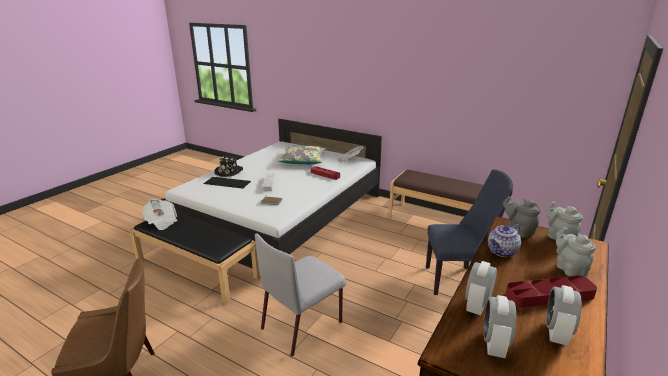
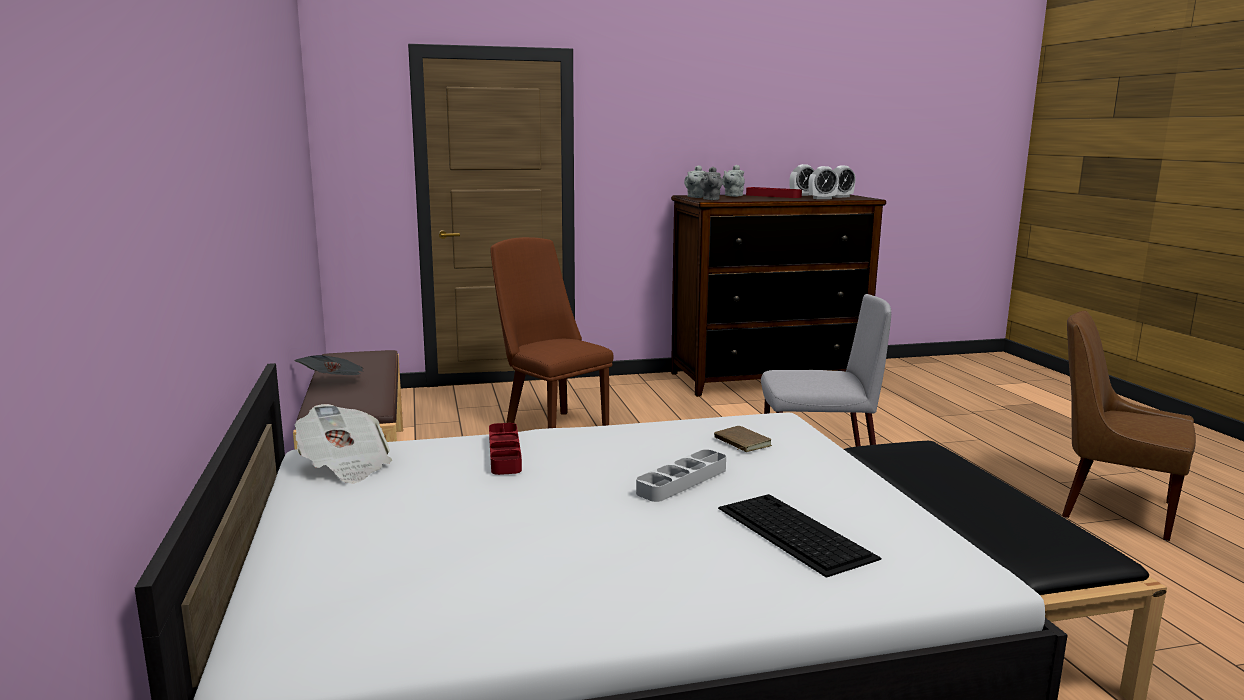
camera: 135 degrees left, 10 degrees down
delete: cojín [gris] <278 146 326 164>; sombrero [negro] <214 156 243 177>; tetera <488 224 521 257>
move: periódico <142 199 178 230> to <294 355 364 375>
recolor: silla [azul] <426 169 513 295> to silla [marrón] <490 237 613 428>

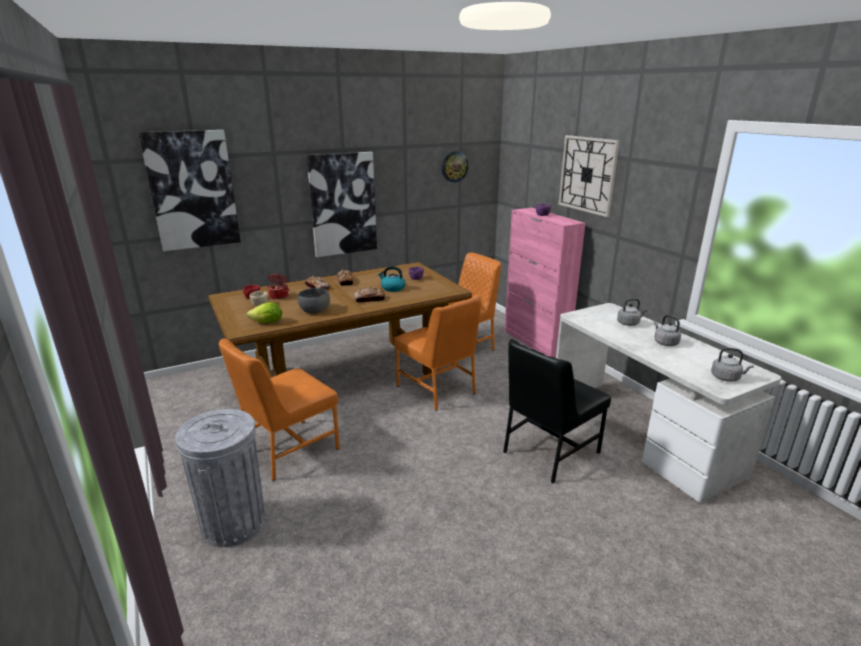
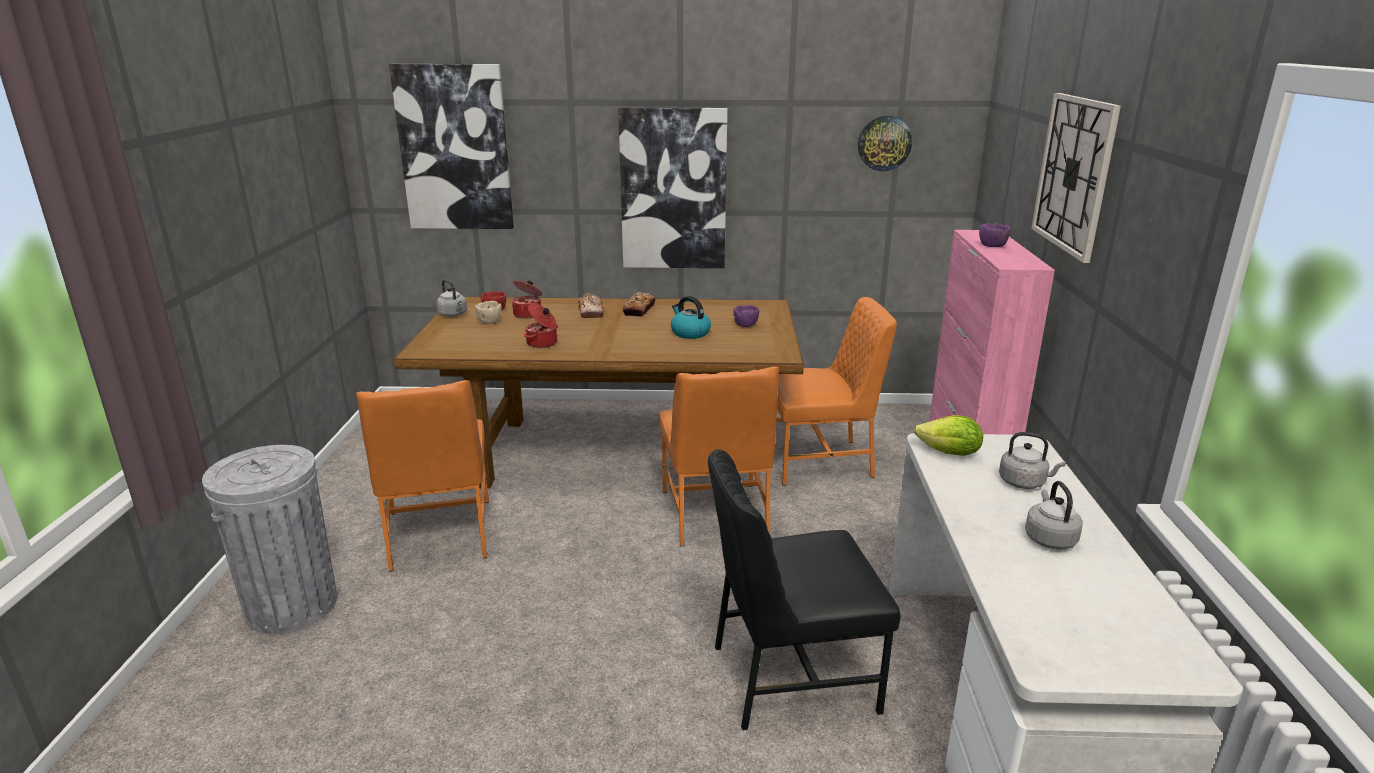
camera: 30 degrees right, 0 degrees up
delete: pan <354 287 385 302>
move: lechuga <247 302 282 323> to <914 415 983 456>; hervidor [gris] <711 348 754 382> to <436 279 467 317>
replace: cuenco [gris] <297 288 330 314> to olla <524 303 558 348>
rotate: silla [naranja] <219 339 340 481> = <356 380 489 572> 90 degrees counterclockwise

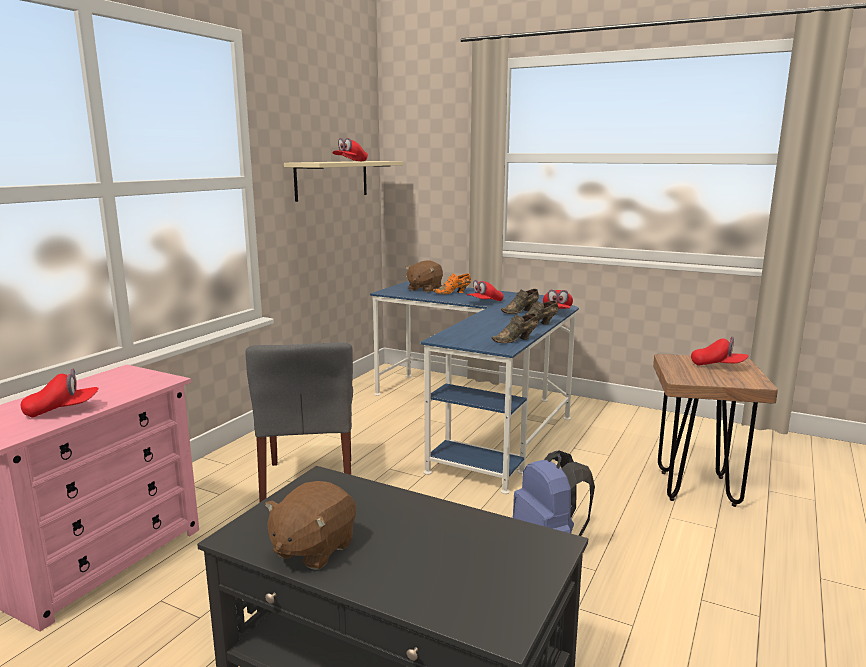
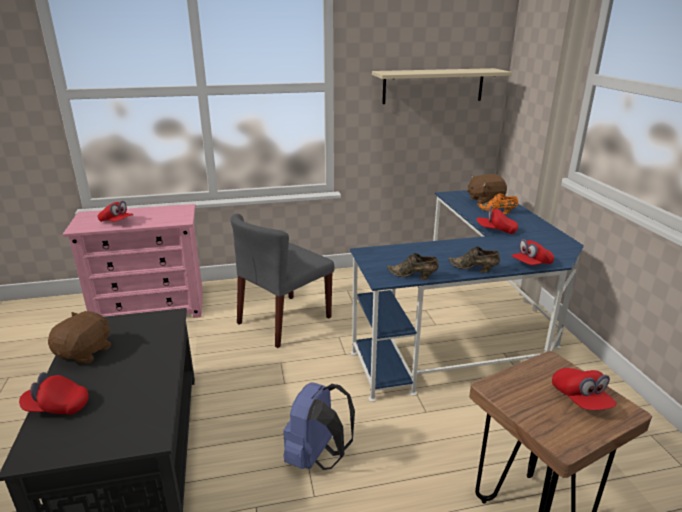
camera: 50 degrees right, 10 degrees up
delete: zapato [marrón] <501 289 539 314>
move: gorra [rojo] <332 138 368 161> to <19 372 89 415>
rotate: peluche [marrón] <265 481 356 570> = <48 311 111 364> 120 degrees clockwise

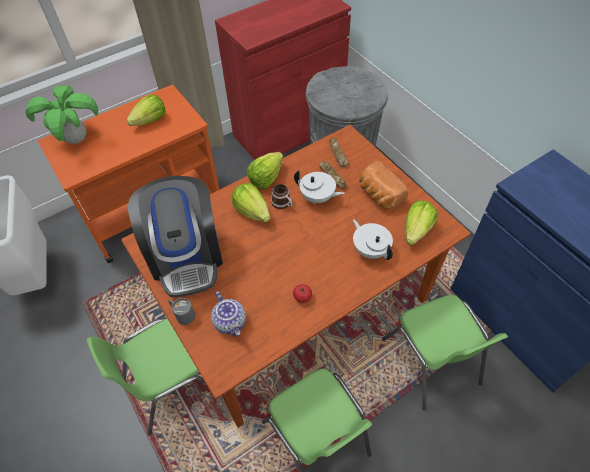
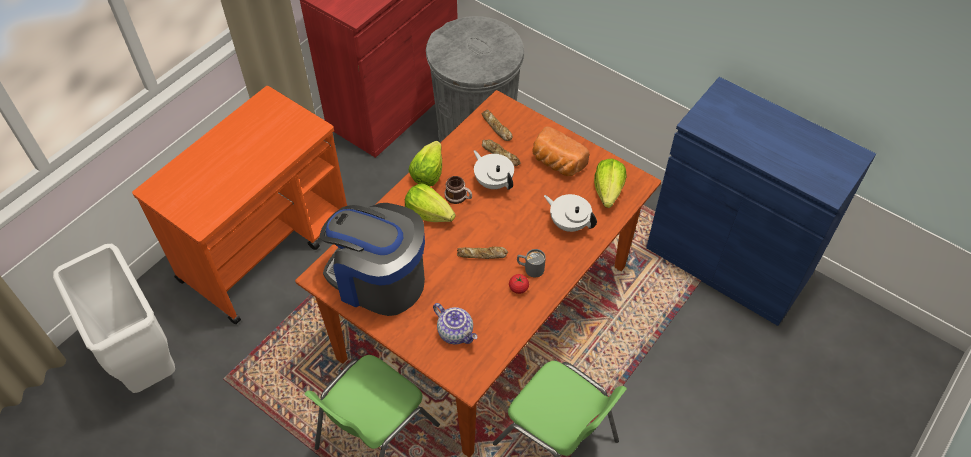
camera: 20 degrees left, 0 degrees up
delete: planta en maceta <25 85 98 144>; lechuga <126 94 165 126>; silla [verde] <382 295 508 410>
insert: pan <457 246 508 259>
move: taza grande [gris] <168 298 195 325> to <517 249 546 277>
rotate: tetera [blanco] <294 170 345 204> = <474 150 514 190> 135 degrees counterclockwise; cafetera <128 176 223 297> = <320 203 425 316> 150 degrees clockwise

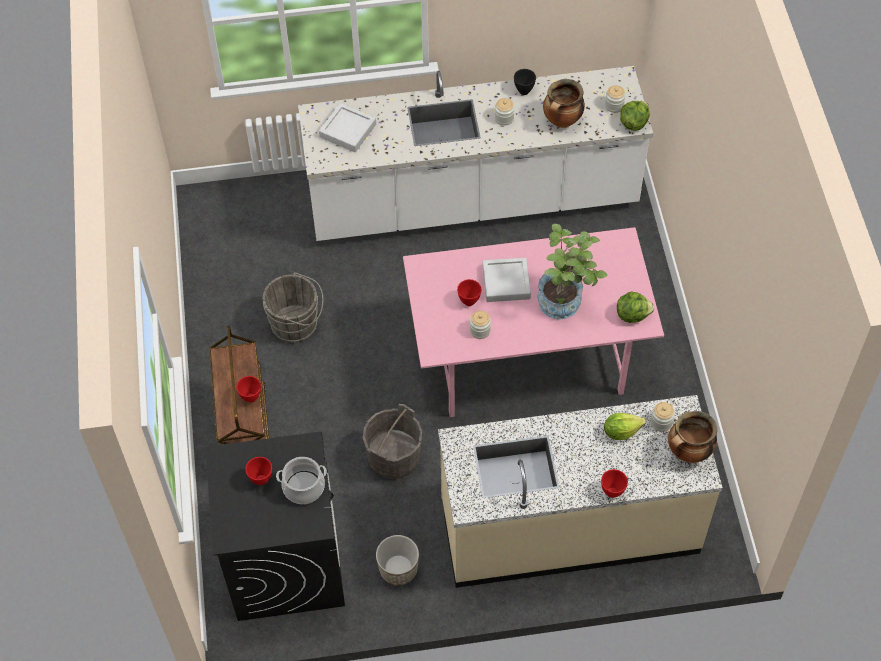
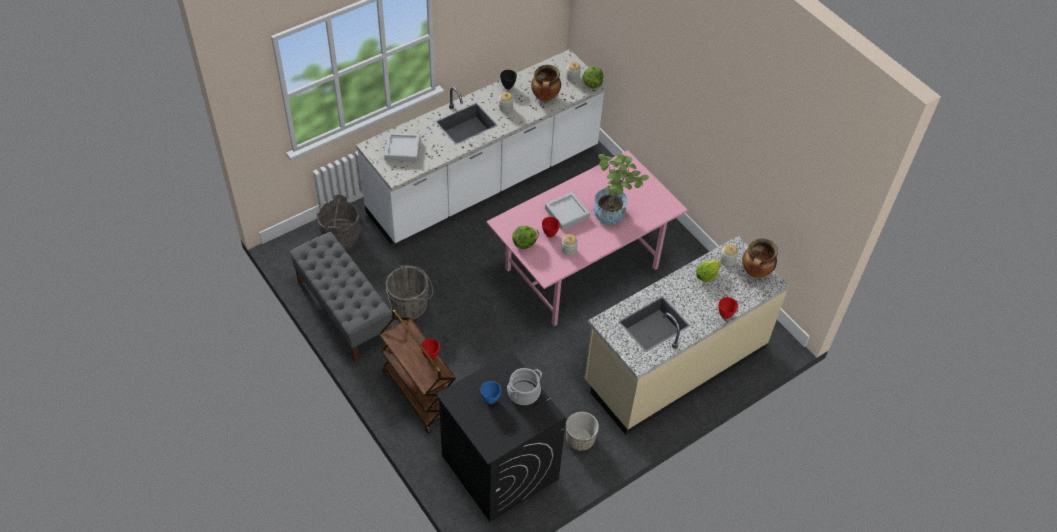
camera: 30 degrees left, 5 degrees down
insert: banco [gris] <289 232 392 362>
move: lechuga <617 291 654 323> to <512 226 539 249>; cubo [gris] <363 404 422 479> to <317 195 360 249>
recolor: cuenco [rojo] <245 457 272 485> to cuenco [azul] <481 381 501 404>

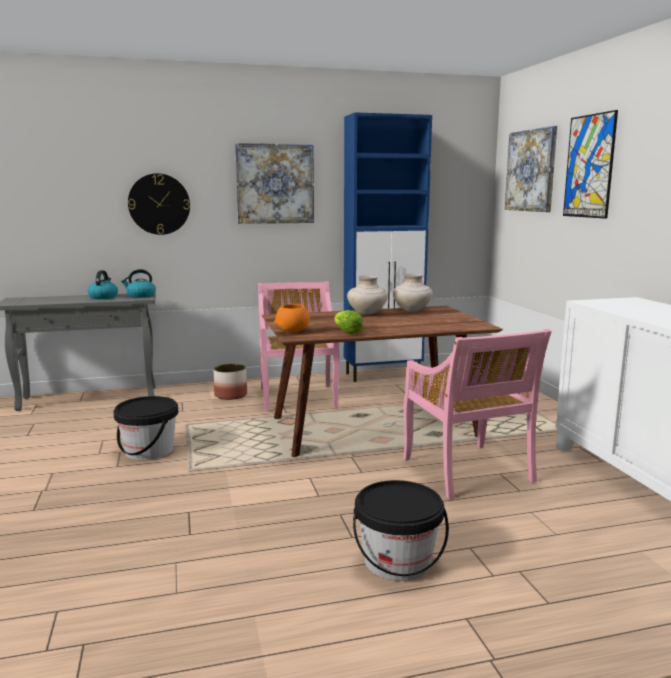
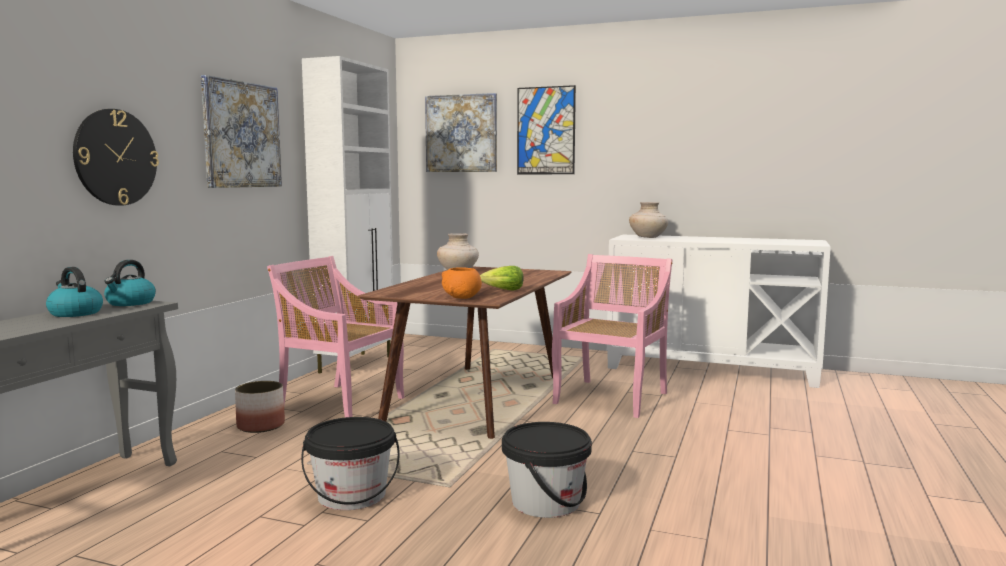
camera: 55 degrees left, 5 degrees down
move: florero [beis] <347 275 388 315> to <629 202 669 238>; cubo [negro] <353 480 449 581> to <502 422 592 518>
recolor: armario [azul] <344 112 432 382> to armario [blanco] <302 56 393 373>
rotate: silla [rosa] <403 329 552 499> = <552 254 673 418> 75 degrees counterclockwise

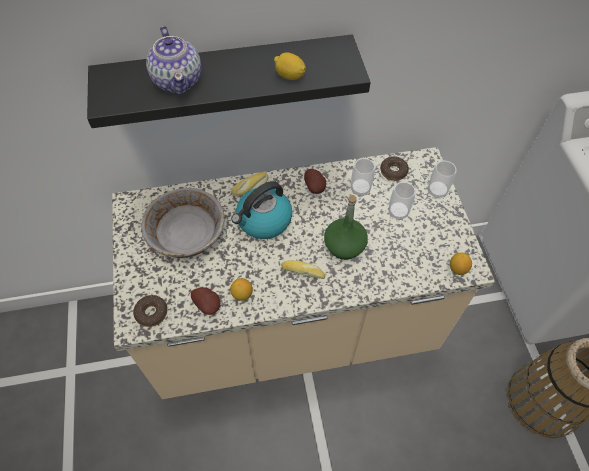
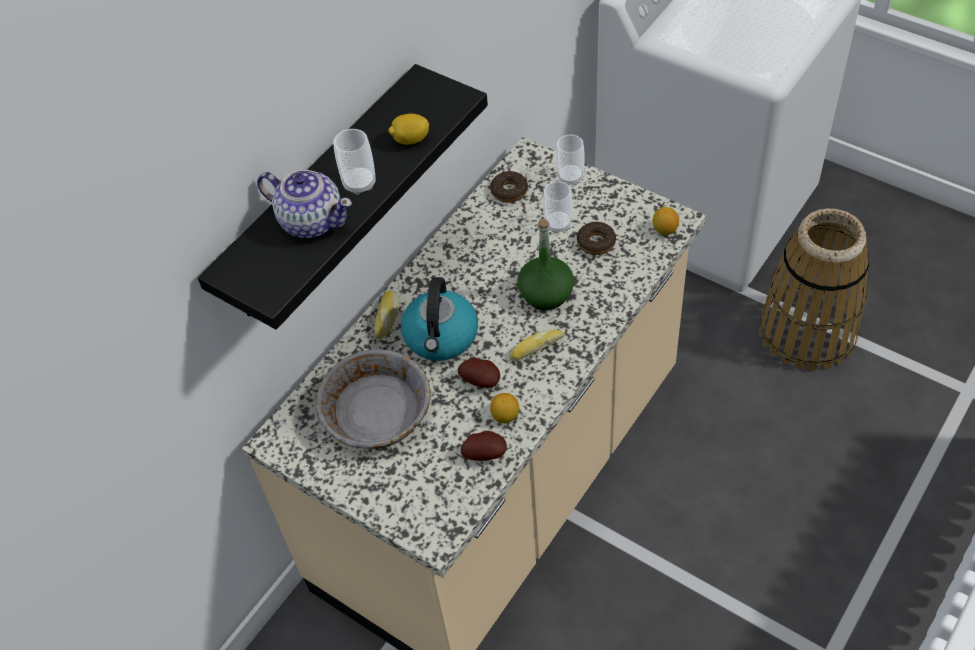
camera: 40 degrees left, 5 degrees down
move: taza <351 158 375 196> to <333 129 376 195>; patata <304 169 326 194> to <458 358 500 388>; rosquilla <133 295 167 327> to <577 222 616 255>

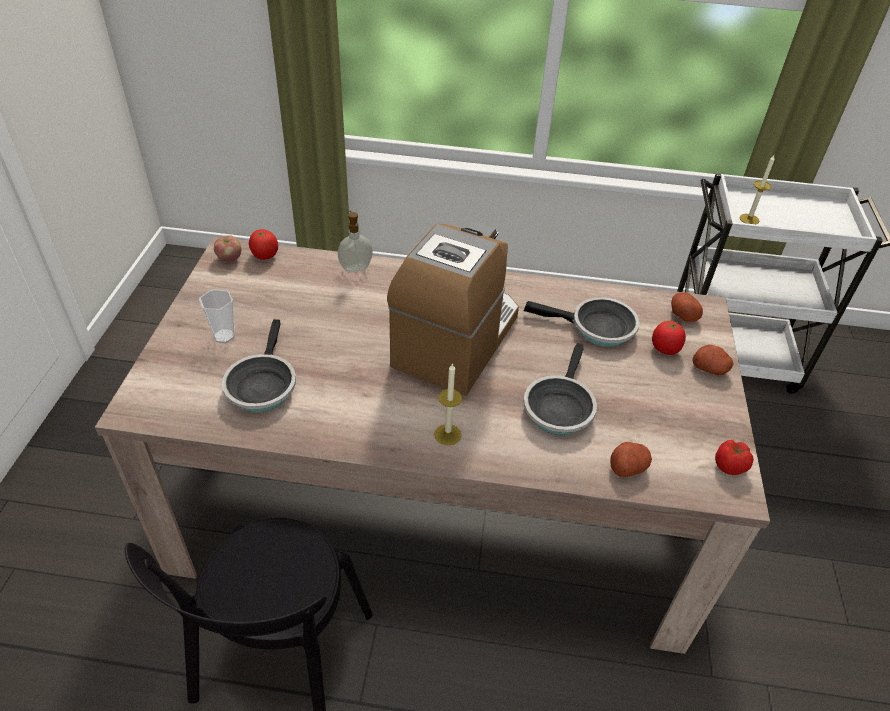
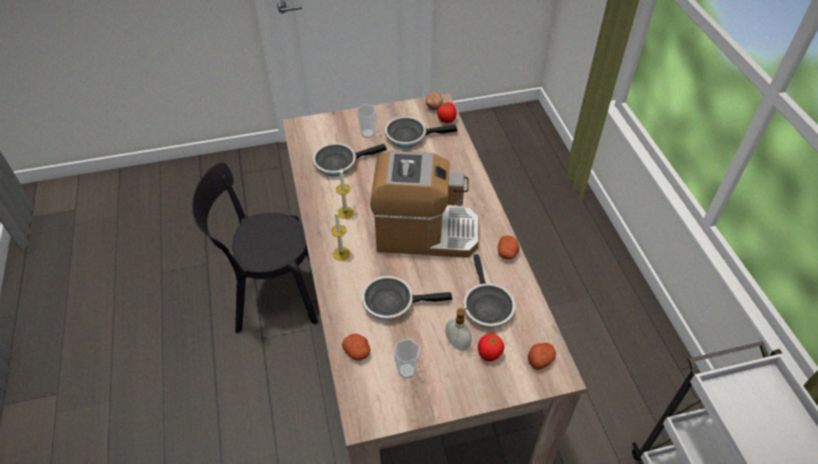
camera: 70 degrees right, 5 degrees up
delete: tomate <715 440 754 475>
insert: sartén <385 116 457 148>; taza <393 339 420 379>
move: vela <739 155 775 224> to <336 169 354 219>; dispensador de jabón <338 210 373 272> to <445 307 472 351>; patata <693 345 733 375> to <498 235 519 259>

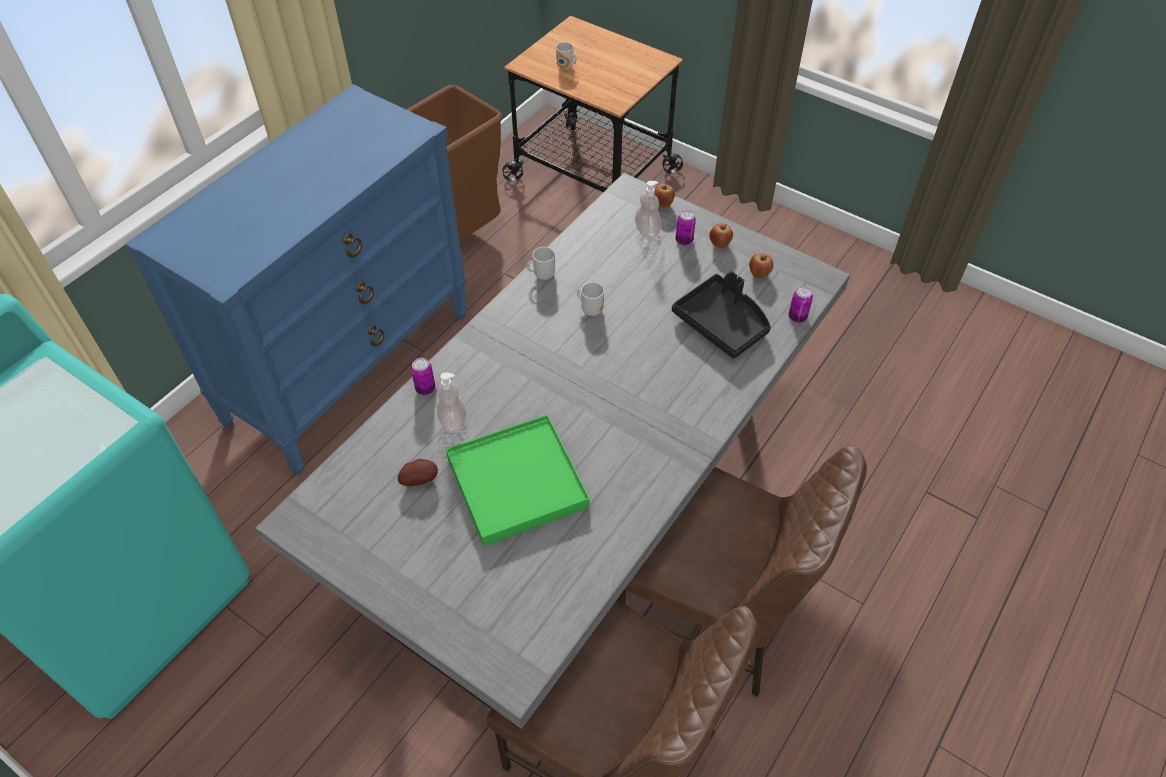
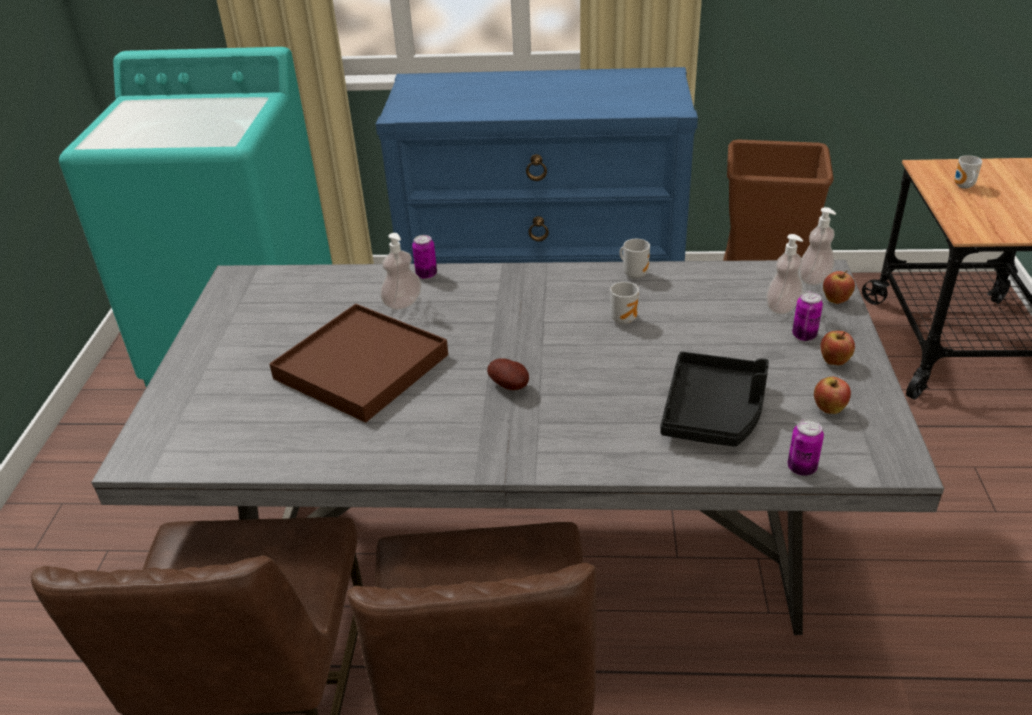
camera: 60 degrees right, 15 degrees down
insert: dispensador de jabón <799 207 836 285>
move: patata <398 459 438 486> to <487 358 529 390>
recolor: bandeja [verde] <446 414 590 546> to bandeja [marrón] <269 304 448 423>

